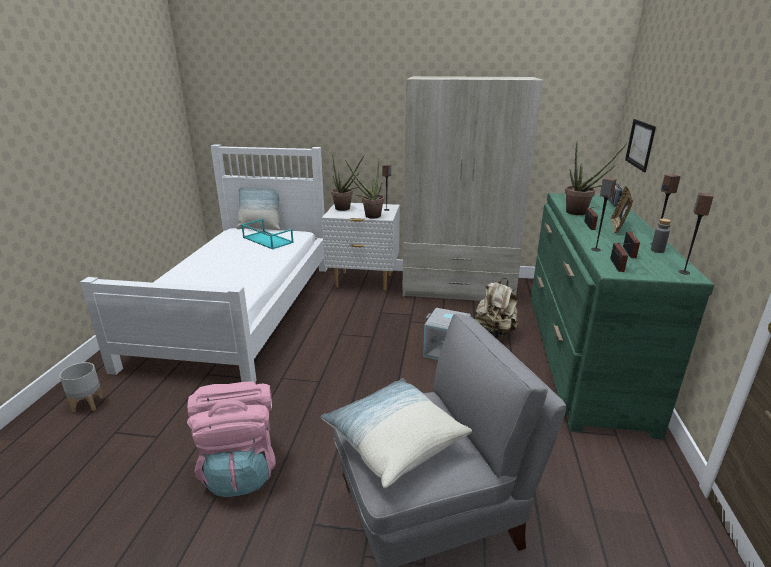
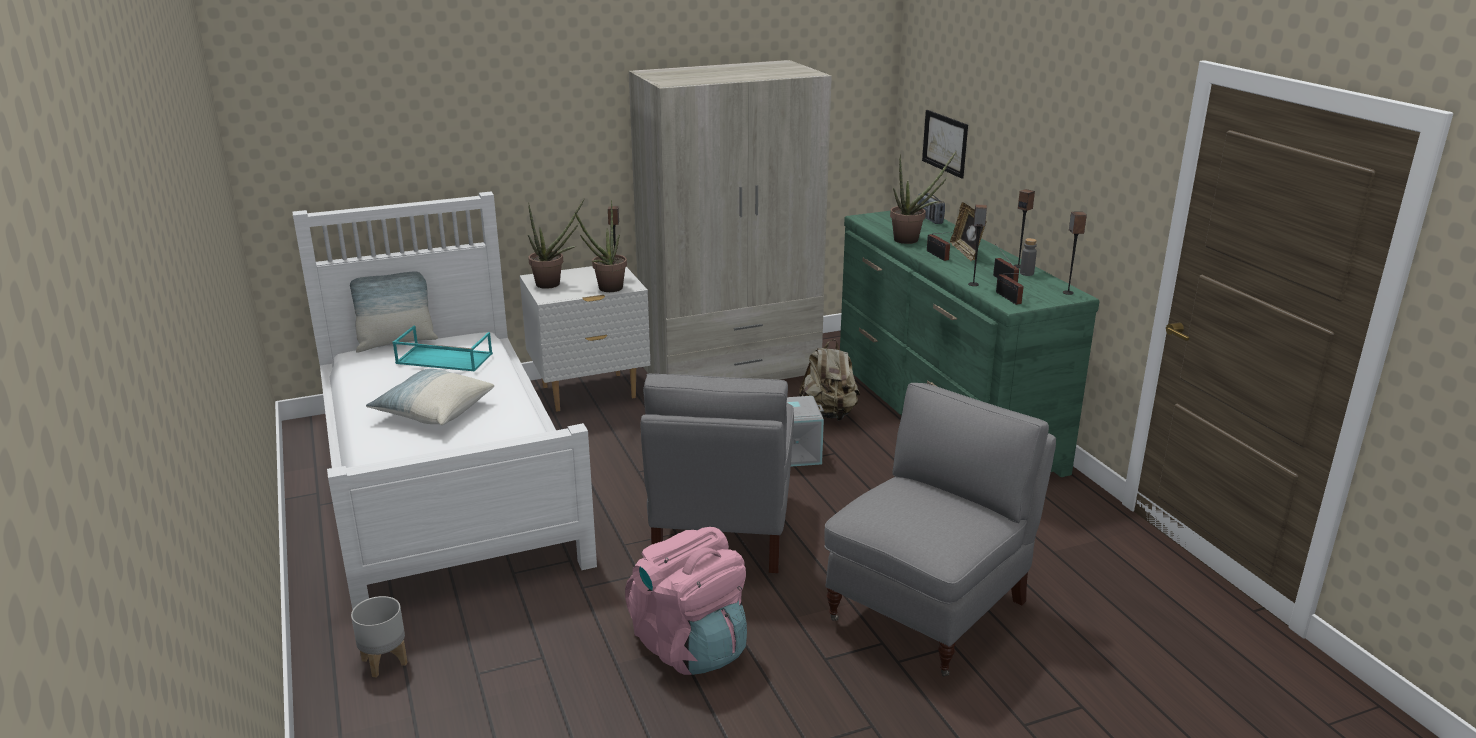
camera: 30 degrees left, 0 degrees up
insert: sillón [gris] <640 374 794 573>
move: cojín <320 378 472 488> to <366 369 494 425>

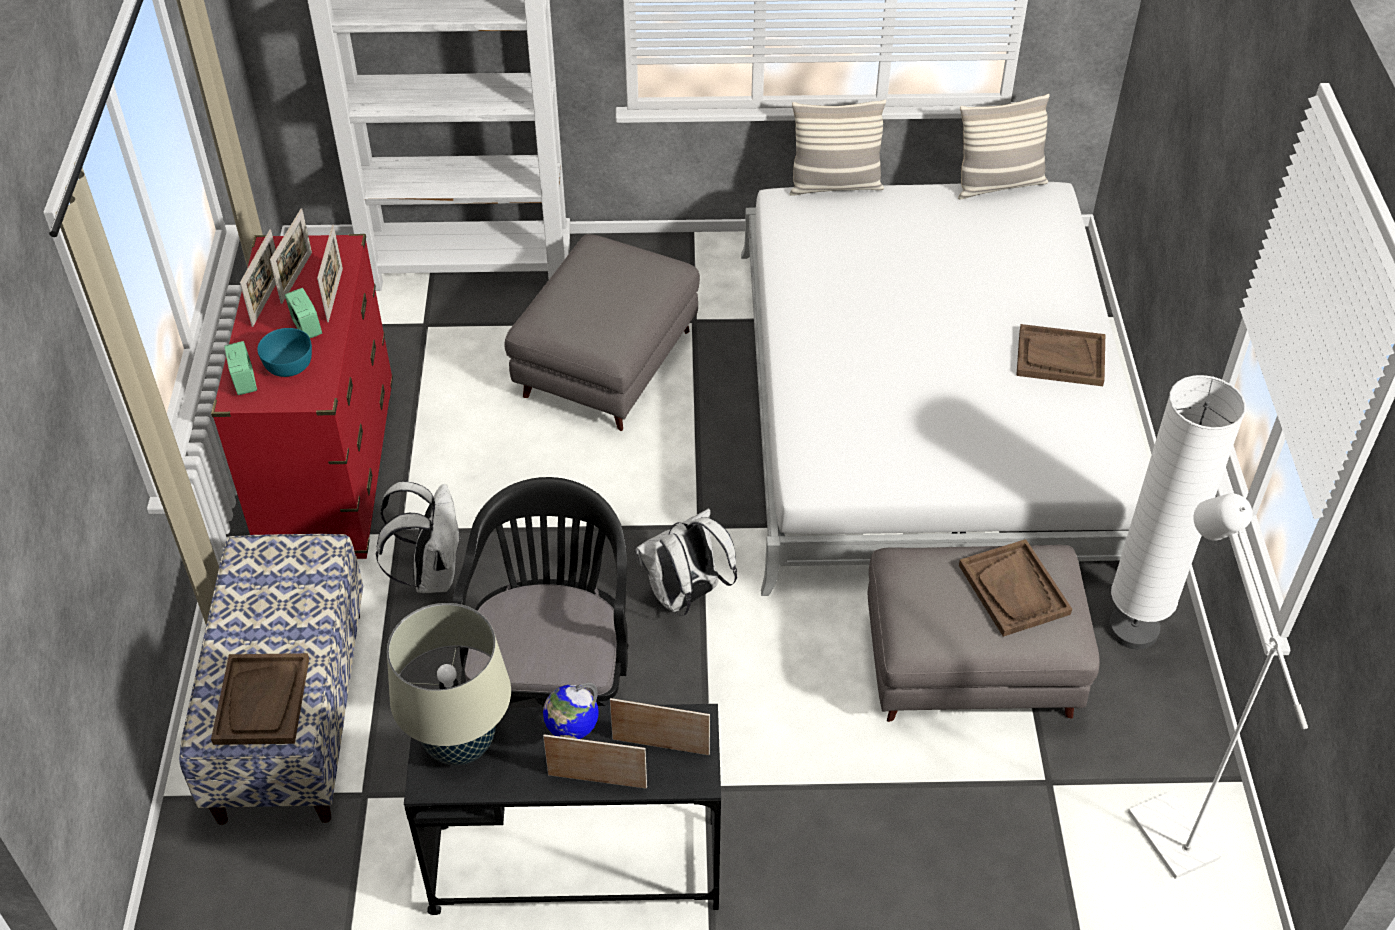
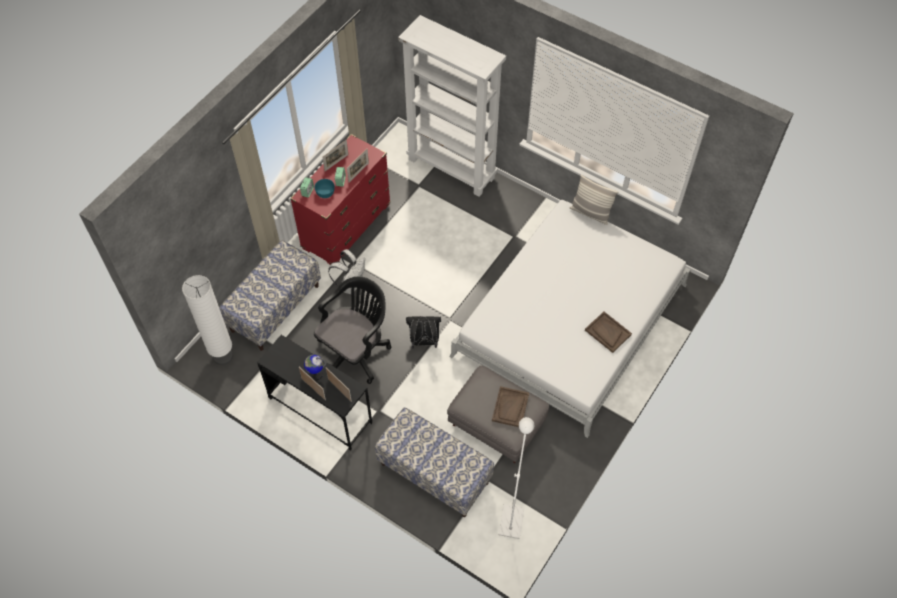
camera: 35 degrees right, 10 degrees up
delete: cojín <958 94 1050 199>; portarretratos <270 208 312 304>; puf [gris] <505 234 700 431>; lámpara de mesa [beis] <387 603 511 765>; bandeja [marrón] <211 653 309 745>
insert: banco <375 407 494 517>
move: lámpara de pie [blanco] <1109 375 1246 649> to <182 275 233 365>
recolor: mochila [blanco] <635 508 737 616> to mochila [negro] <406 316 441 349>

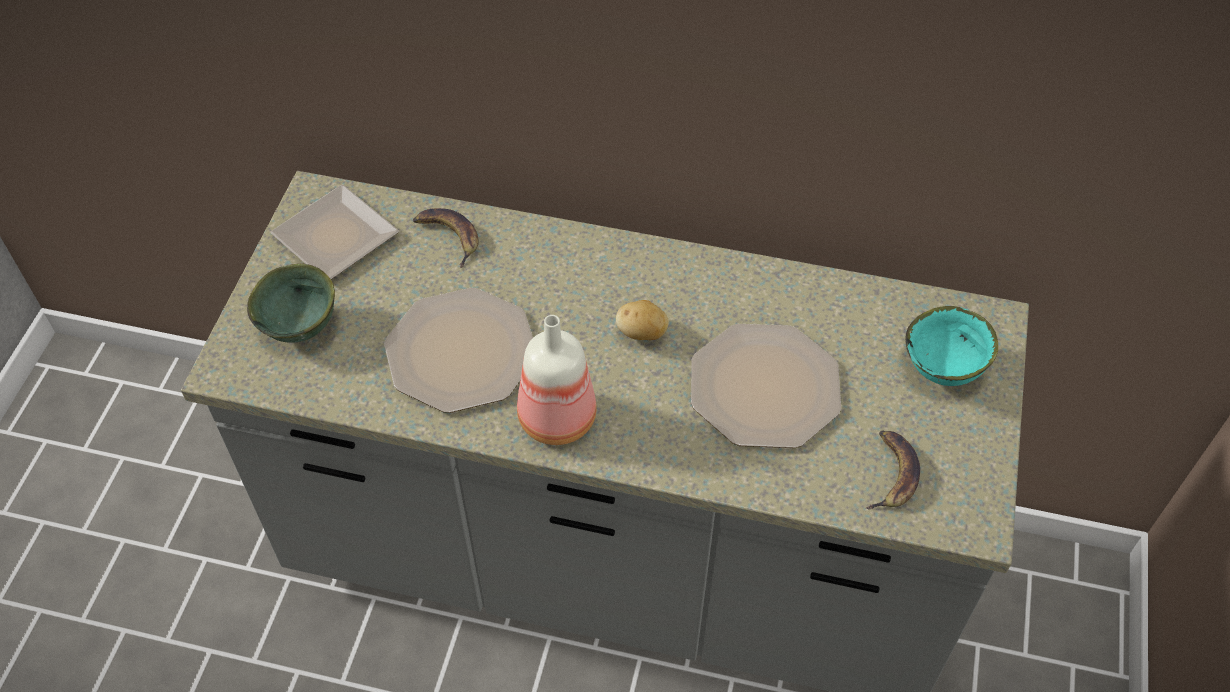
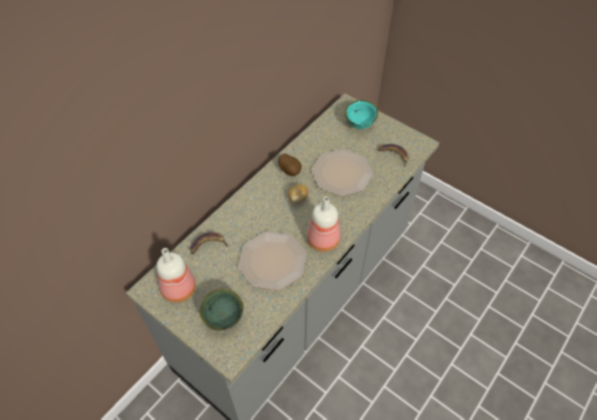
camera: 65 degrees left, 0 degrees up
insert: patata <278 154 302 176>
replace: plato <270 185 399 279> to botella <157 248 196 303>

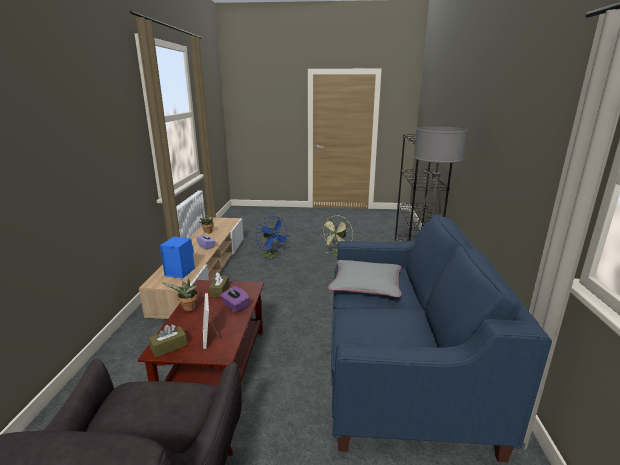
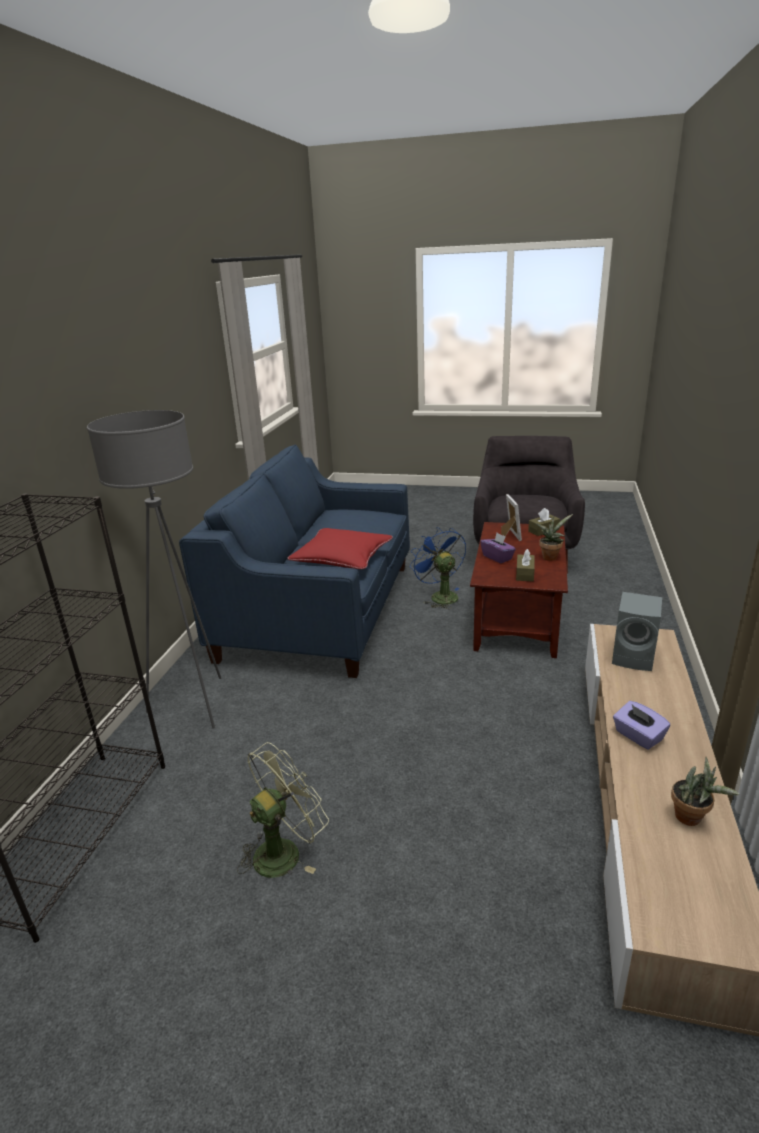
camera: 170 degrees left, 5 degrees up
move: ventilador [azul] <256 216 289 260> to <410 527 466 609>
recolor: altavoz [azul] <160 237 195 279> to altavoz [gris] <612 592 662 671>; cojín [gris] <328 260 401 297> to cojín [rojo] <287 528 393 569>

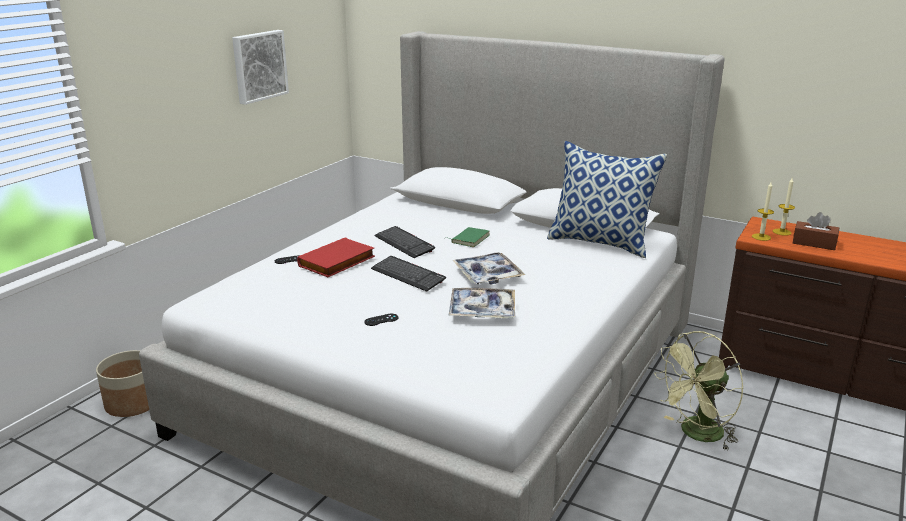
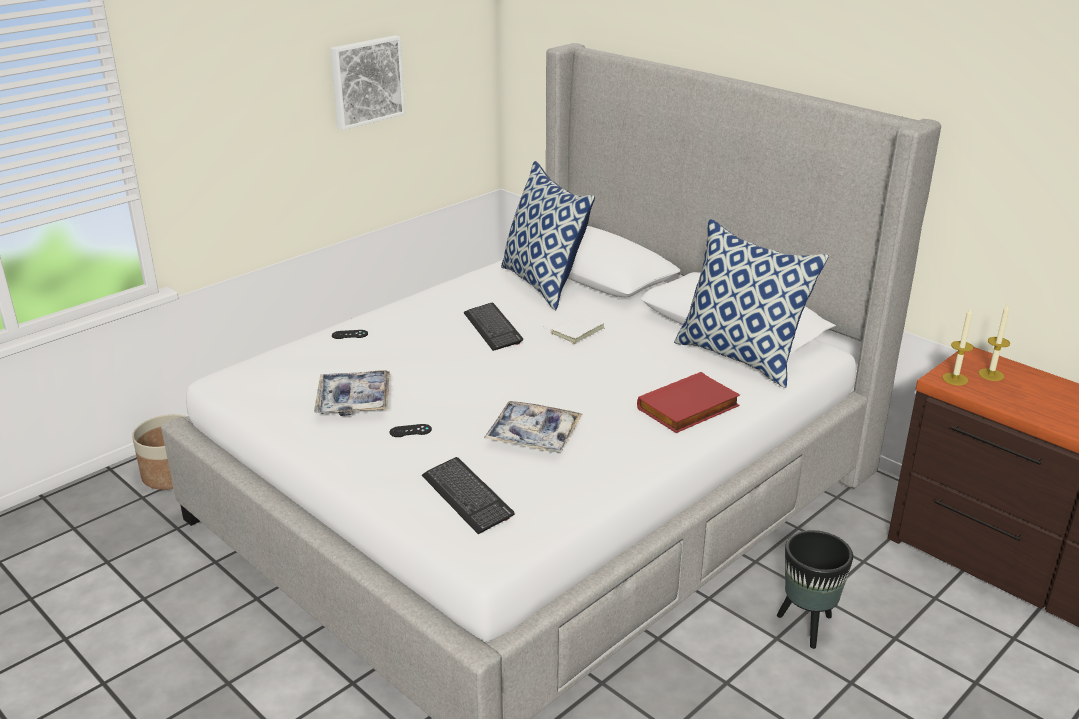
camera: 15 degrees right, 5 degrees up
delete: caja de pañuelos [marrón] <793 212 839 250>
insert: cojín <501 161 595 310>
move: libro [rojo] <297 237 375 277> to <637 372 740 433>; bandeja <452 252 525 284> to <314 370 390 416>; teclado <371 256 446 292> to <422 457 515 534>
replace: ventilador [verde] <654 331 744 451> to maceta [negro] <777 530 853 649>
recolor: libro [verde] <446 227 490 247> to libro [blanco] <544 314 604 344>

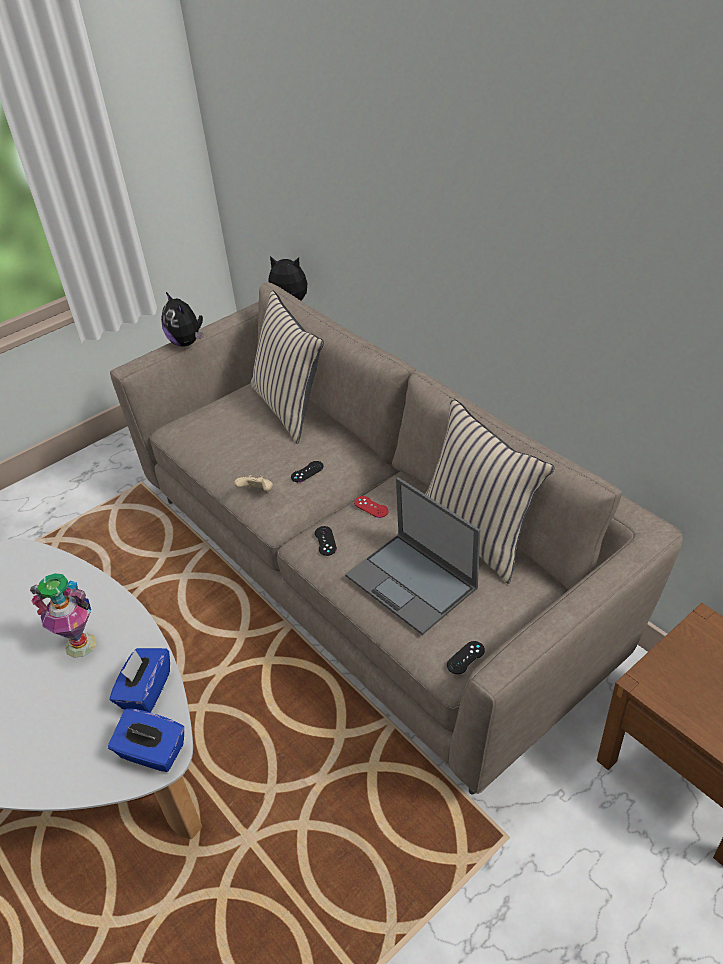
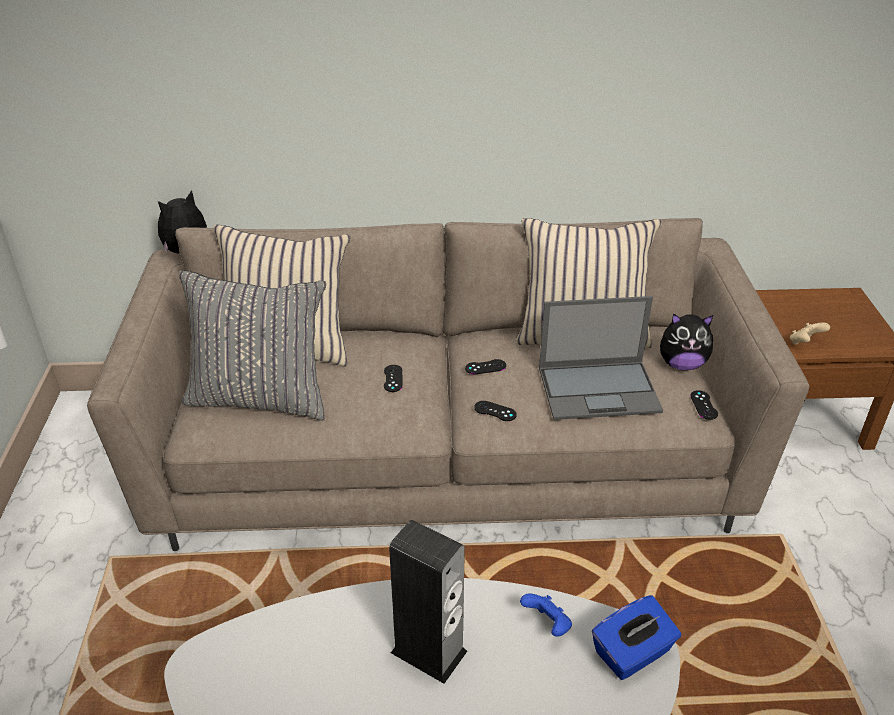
camera: 55 degrees left, 5 degrees down
insert: cojín [gris] <179 270 326 421>
move: peluche <161 292 204 347> to <660 314 714 370>; mando de consola [beis] <234 475 273 491> to <790 323 830 345>
replace: florero <30 573 97 658> to altavoz <389 520 467 684>; caja de pañuelos [azul] <109 648 170 713> to mando de consola [azul] <520 593 572 637>
recolor: mando de consola [rojo] <354 496 389 518> to mando de consola [negro] <465 359 506 374>

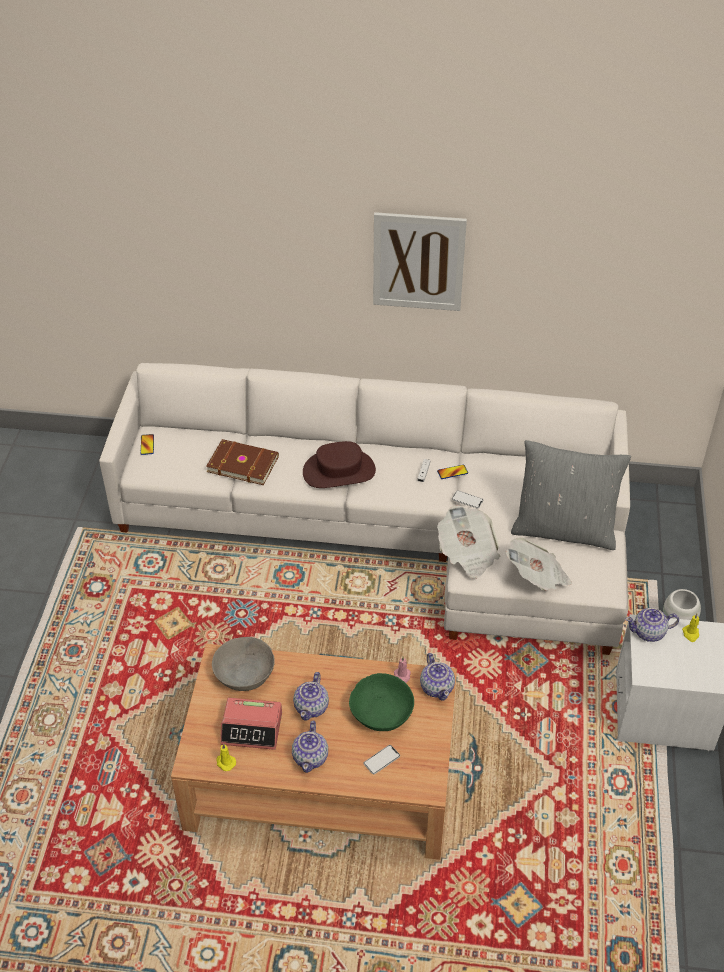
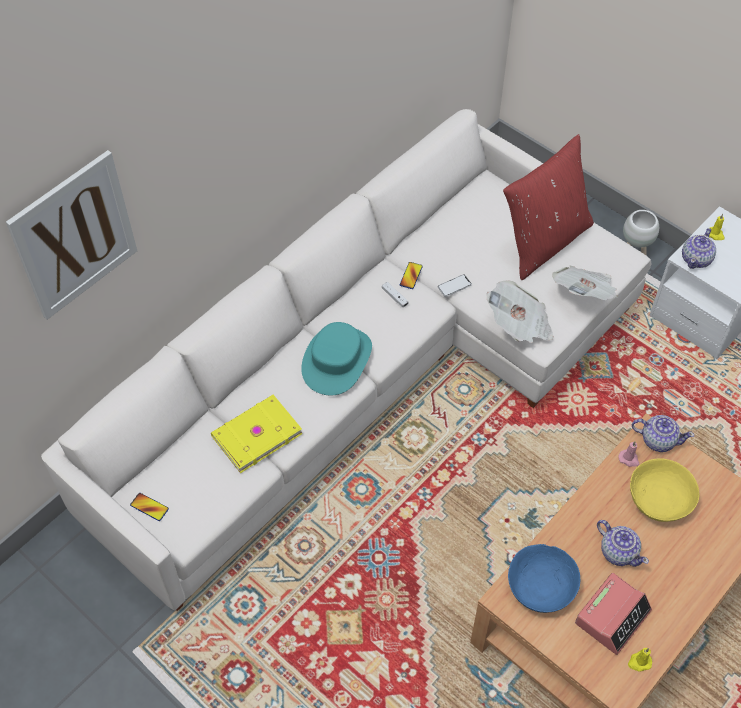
camera: 55 degrees left, 10 degrees up
delete: tetera <292 720 328 773>; móvil <363 745 400 774>
move: cuadro <373 212 467 311> to <6 150 137 320>
recolor: libro [marrón] <206 439 279 485> to libro [amarillo] <211 395 302 473>; cojín [gris] <511 440 631 550> to cojín [rojo] <503 134 594 280>; sombrero [marrón] <303 441 376 488> to sombrero [turquesa] <301 322 372 396>; cuenco [gris] <212 637 275 691> to cuenco [azul] <508 544 580 613>; cuenco [verde] <349 673 414 731> to cuenco [amarillo] <630 458 700 522>

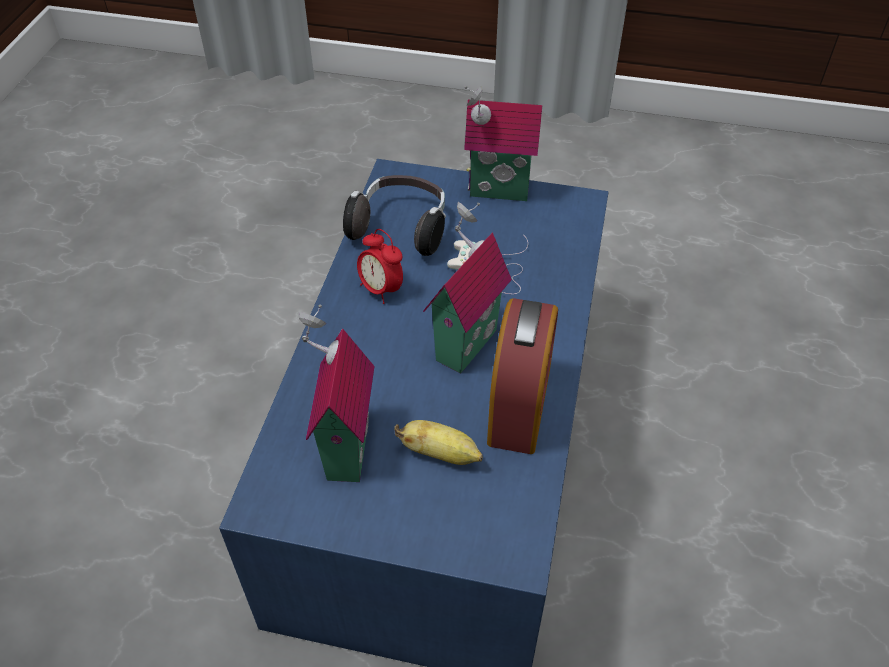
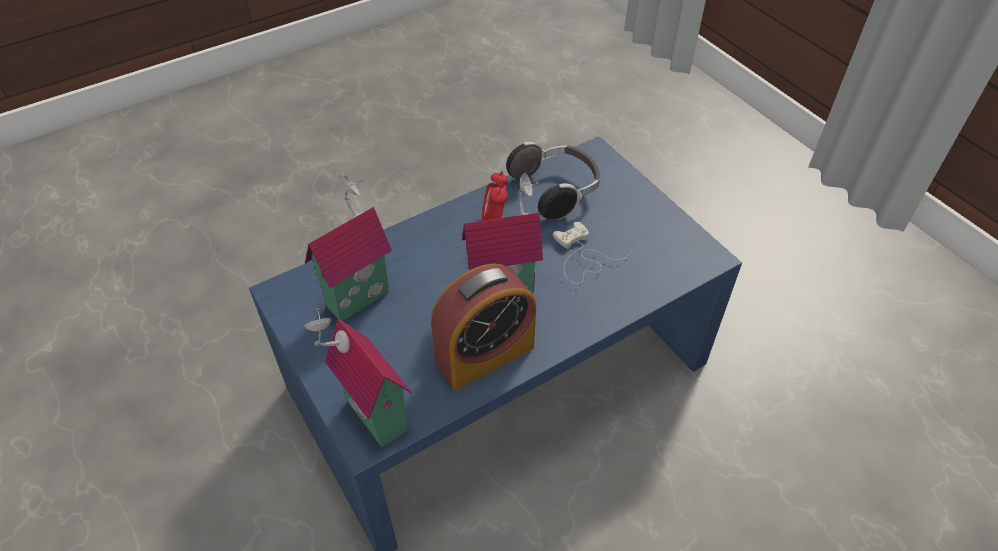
camera: 45 degrees right, 0 degrees up
delete: plátano <394 420 483 465>
move: casita <464 86 542 201> to <304 308 412 447>

